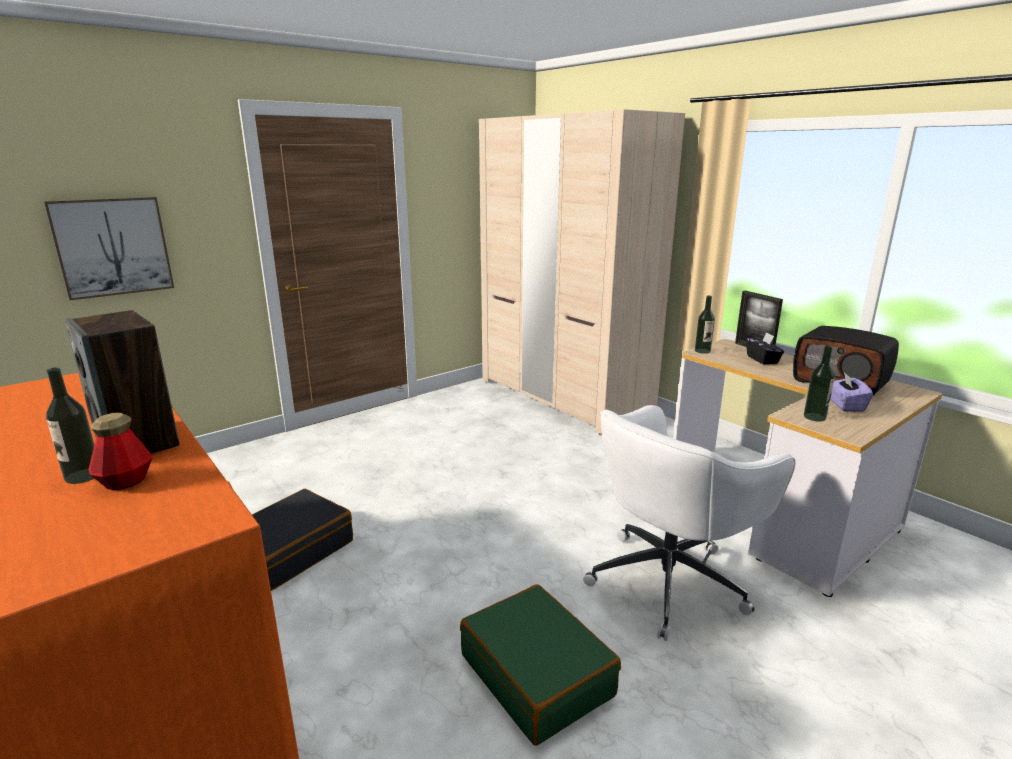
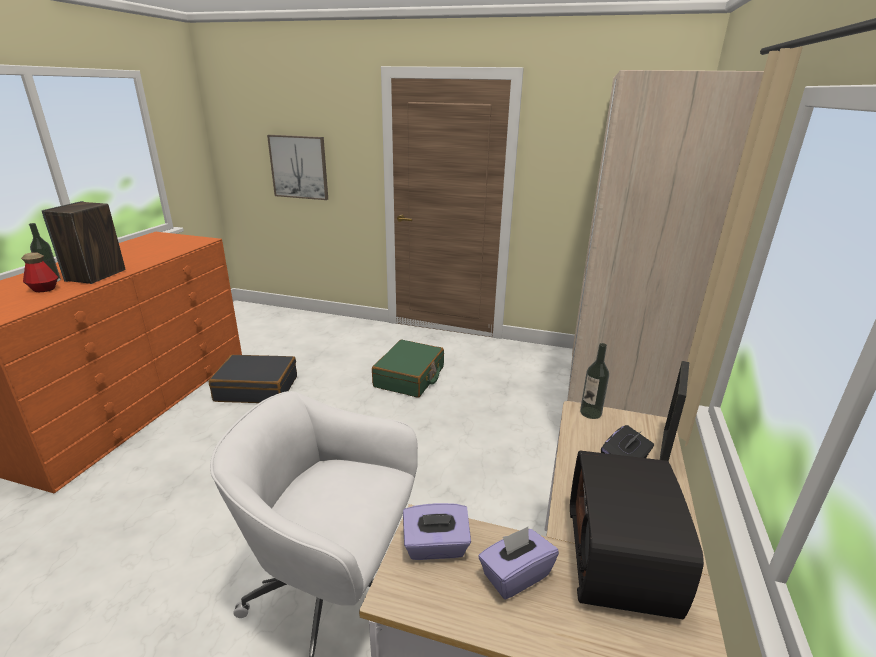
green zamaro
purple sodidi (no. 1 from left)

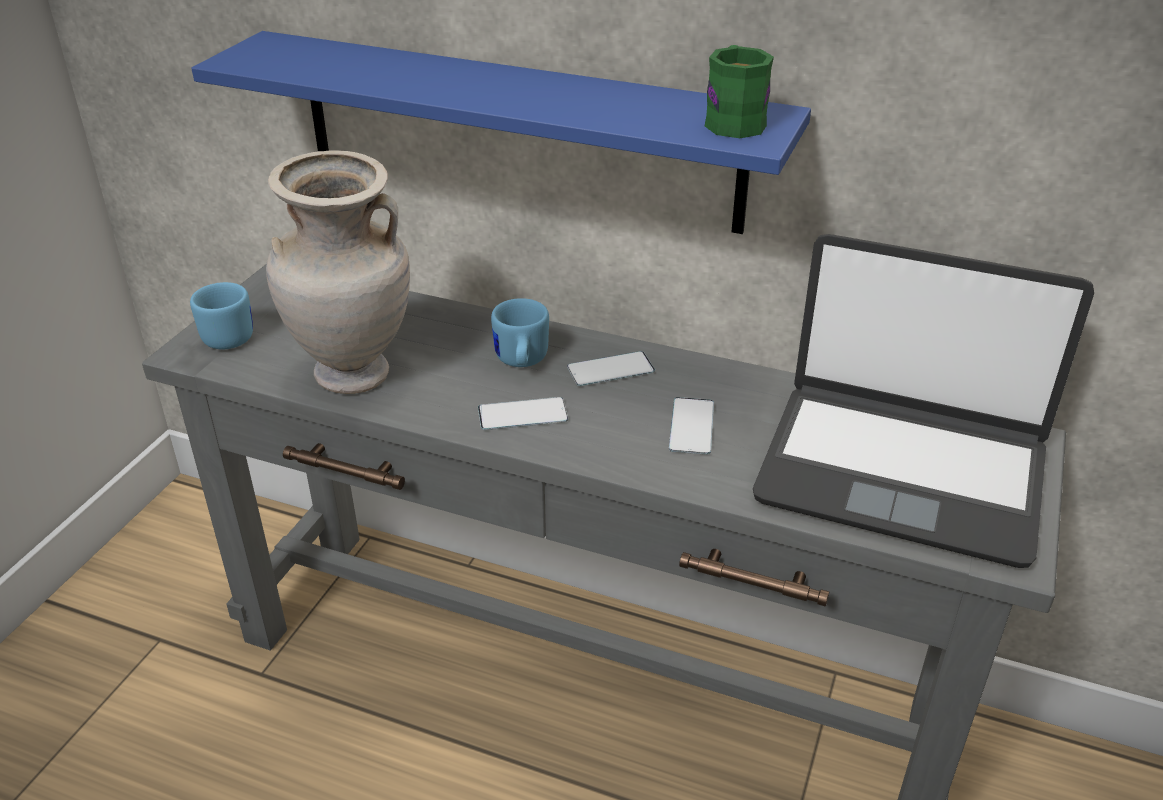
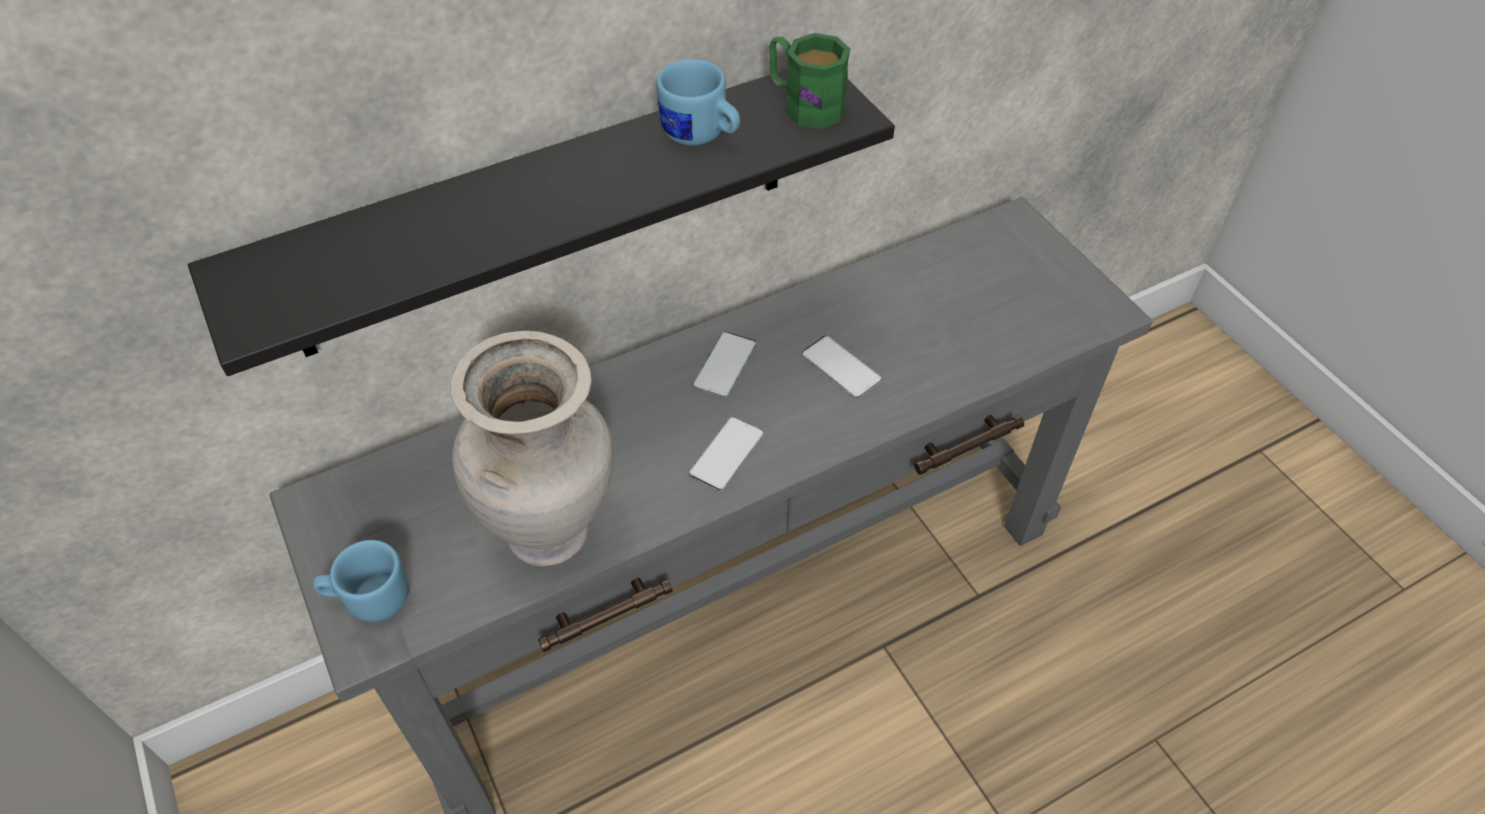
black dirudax
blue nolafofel (no. 2 from left)
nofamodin

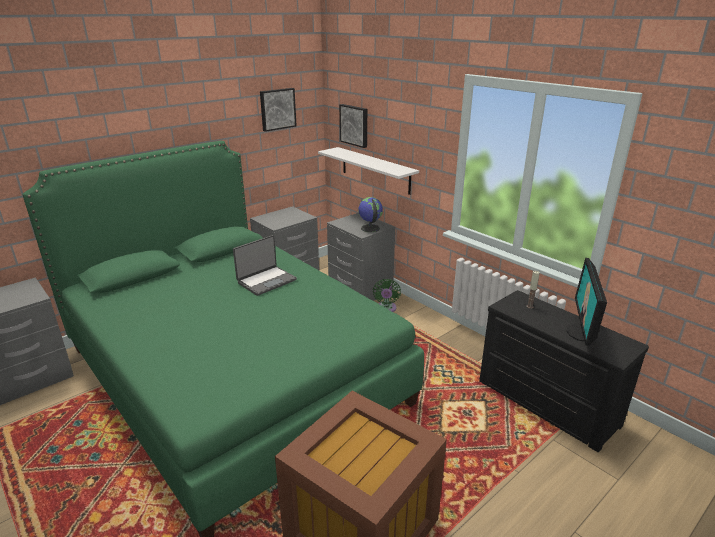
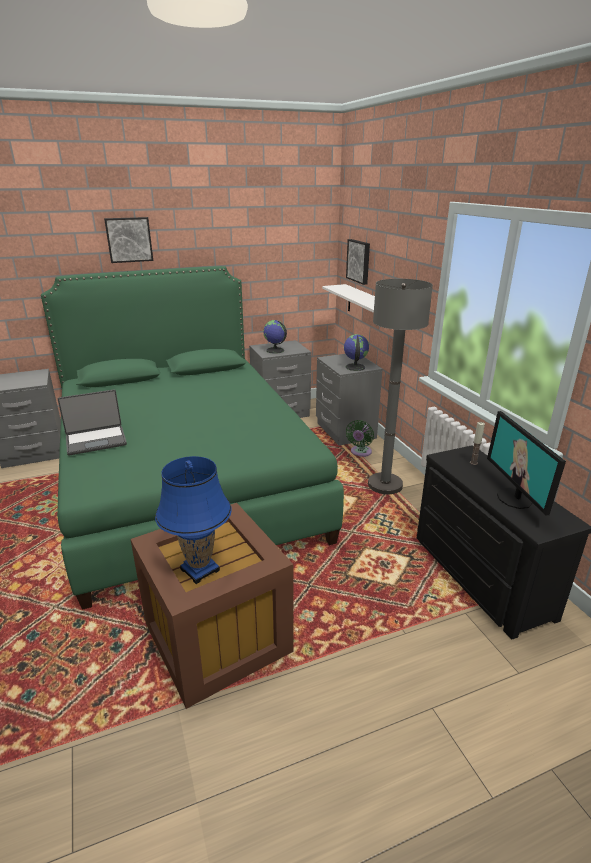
nofamodin
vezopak (no. 1 from left)
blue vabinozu
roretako (no. 1 from left)
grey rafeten
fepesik

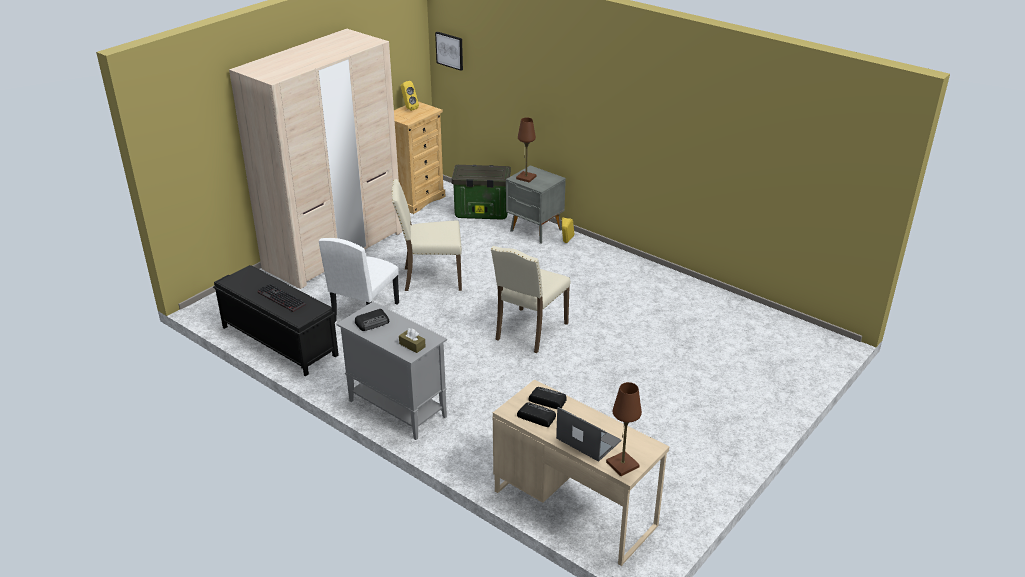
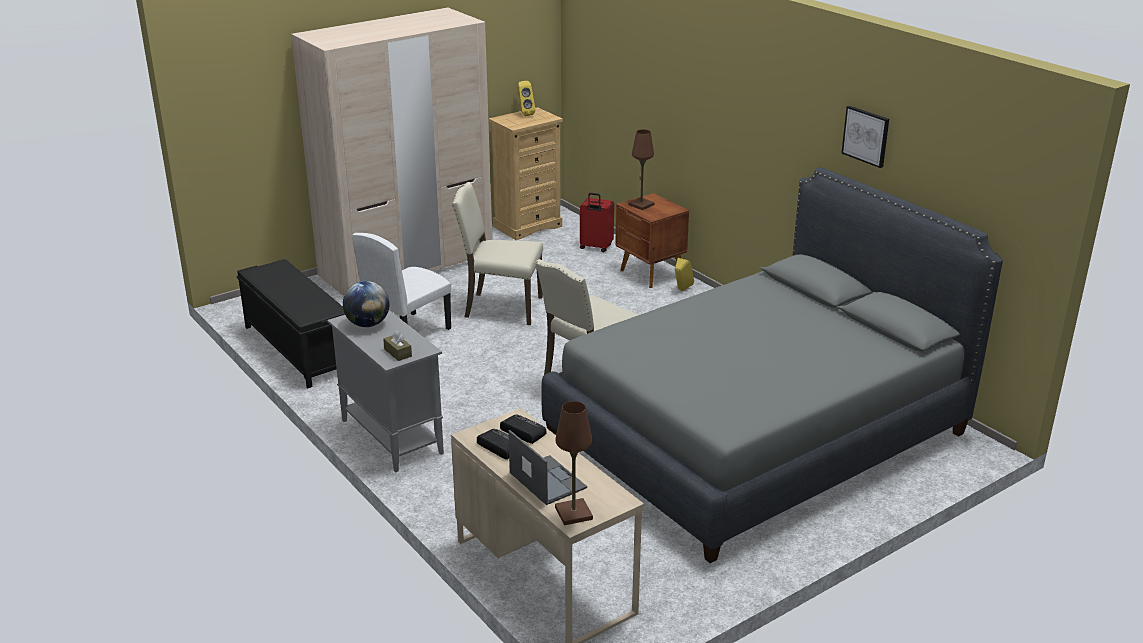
roretako
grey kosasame
red zamaro
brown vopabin
vezopak
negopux

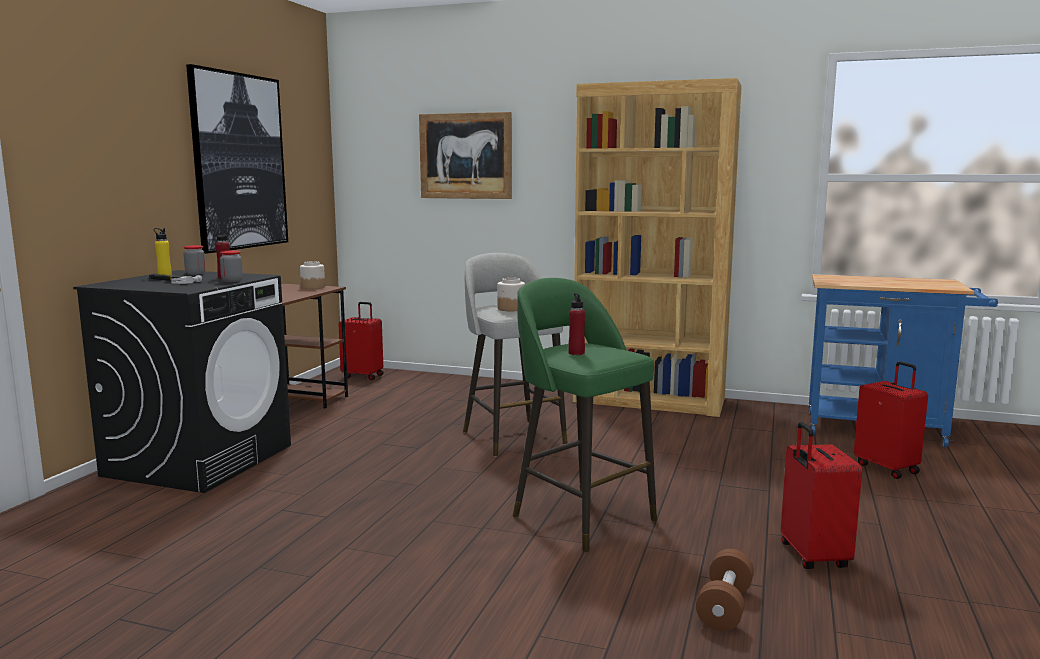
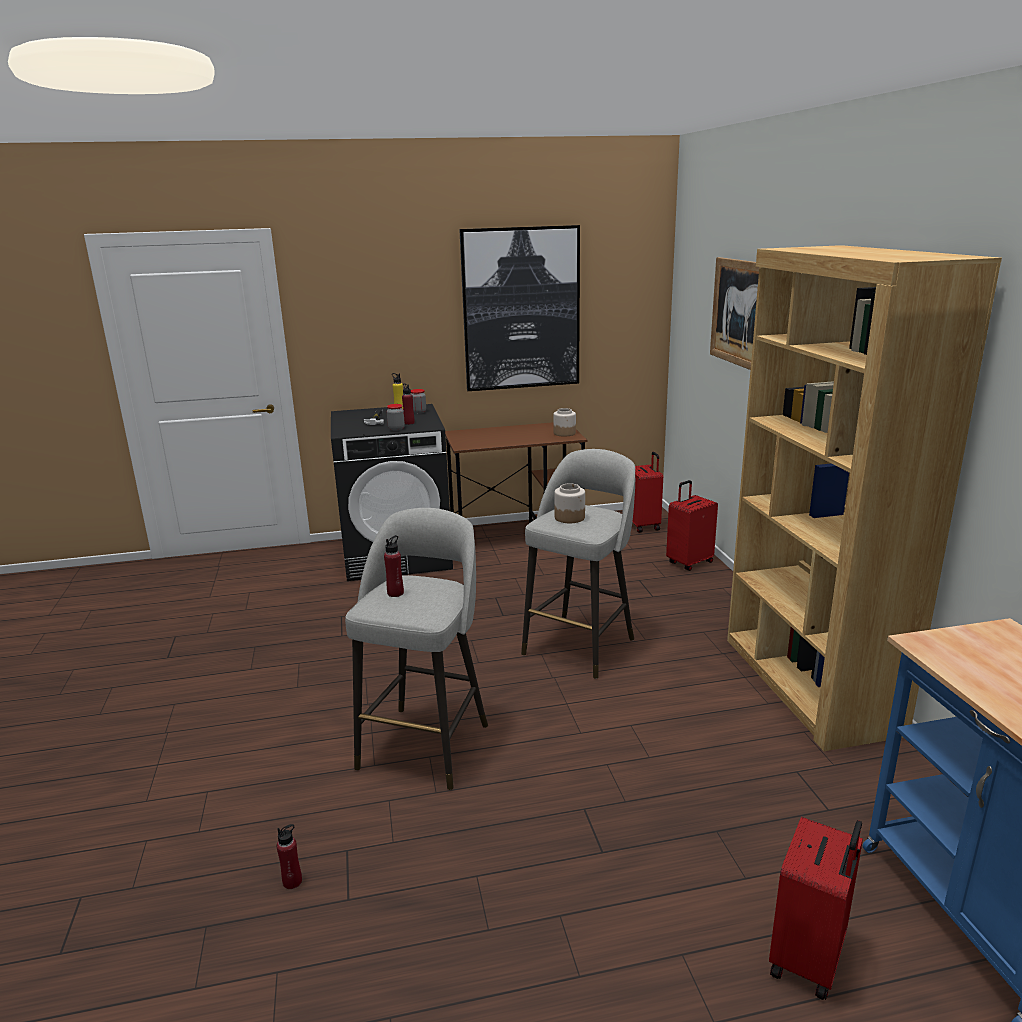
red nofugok (no. 1 from left)
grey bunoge (no. 1 from left)
red zamaro (no. 2 from left)

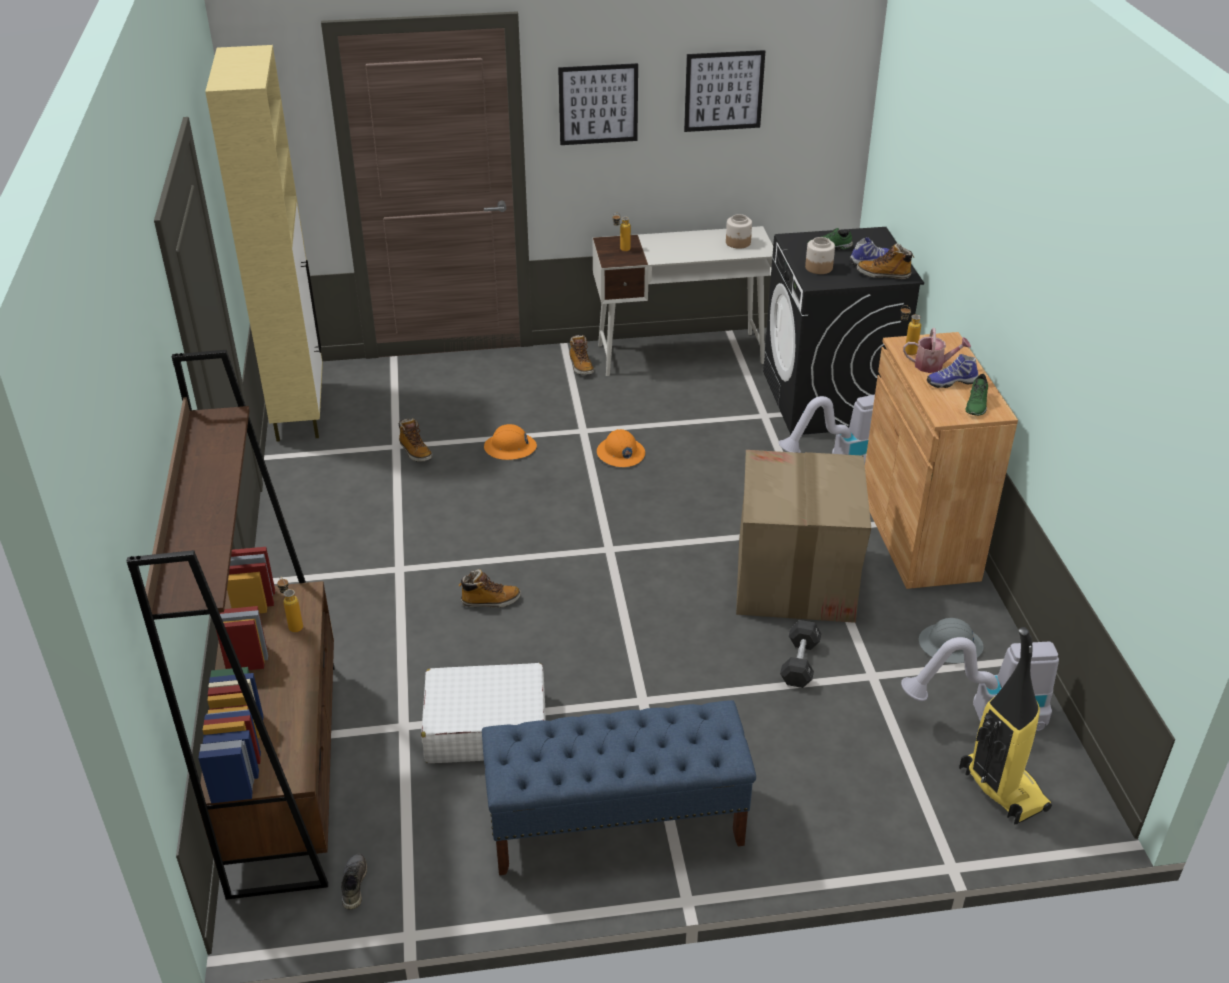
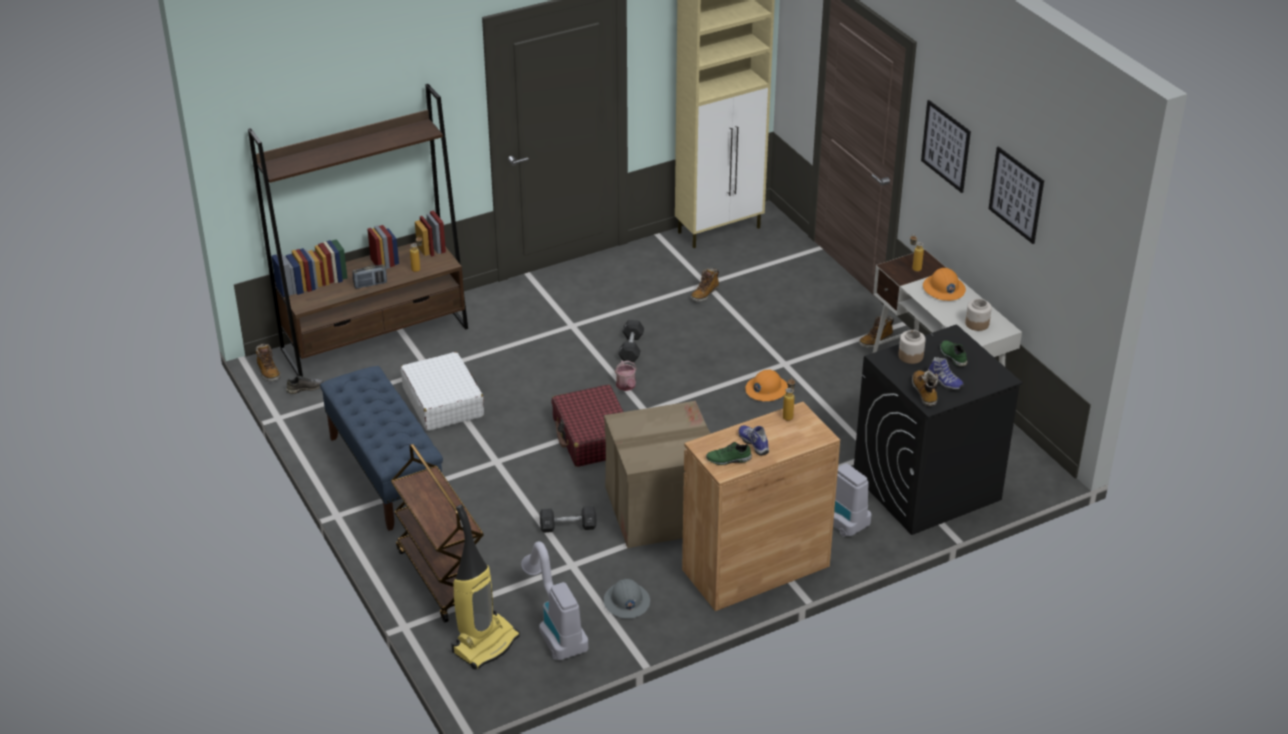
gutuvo (no. 1 from left)
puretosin
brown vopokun
red zamaro
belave
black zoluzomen (no. 2 from left)
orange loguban (no. 2 from left)

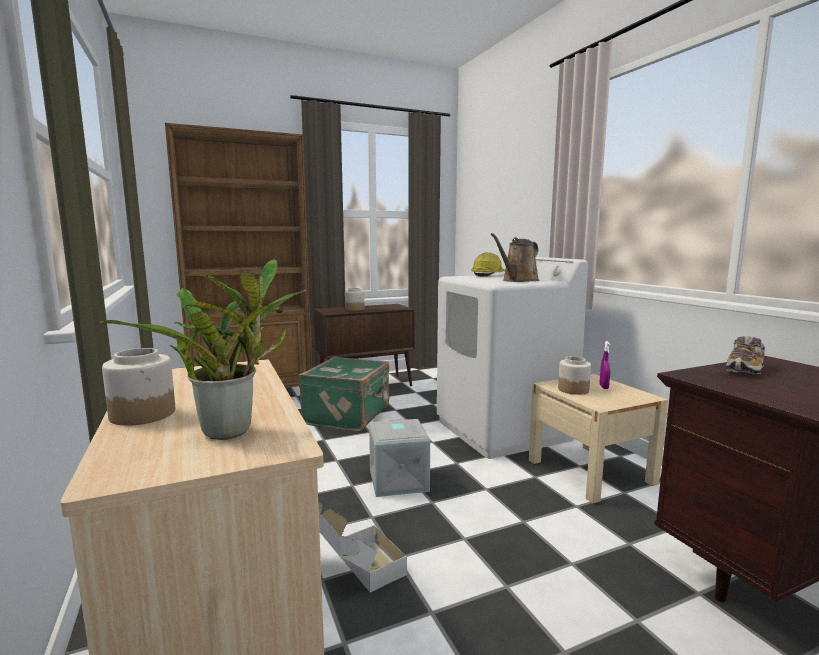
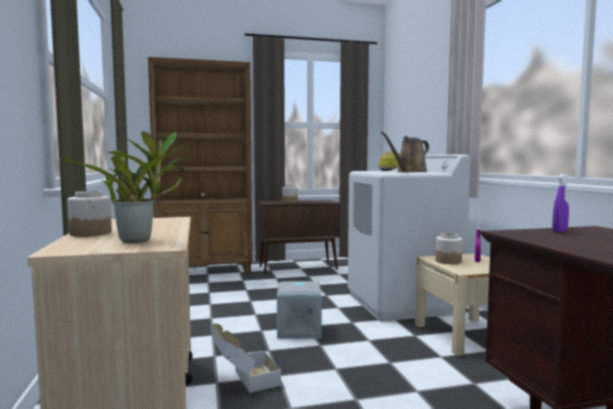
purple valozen (no. 2 from left)
green zamaro

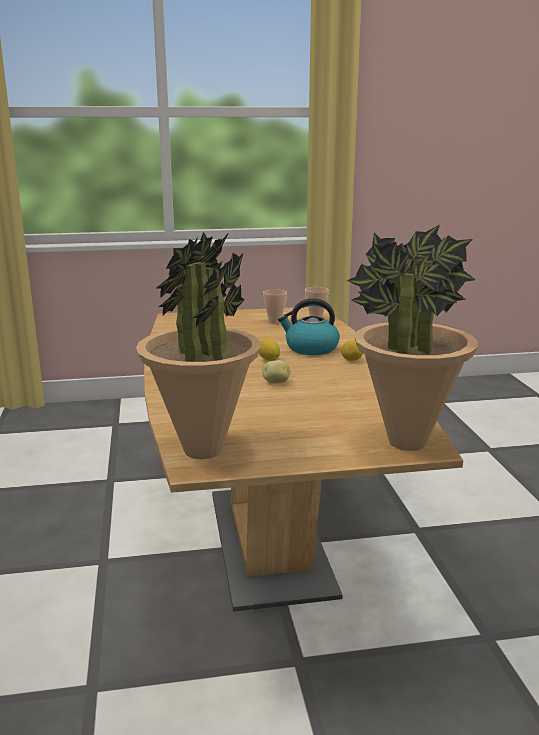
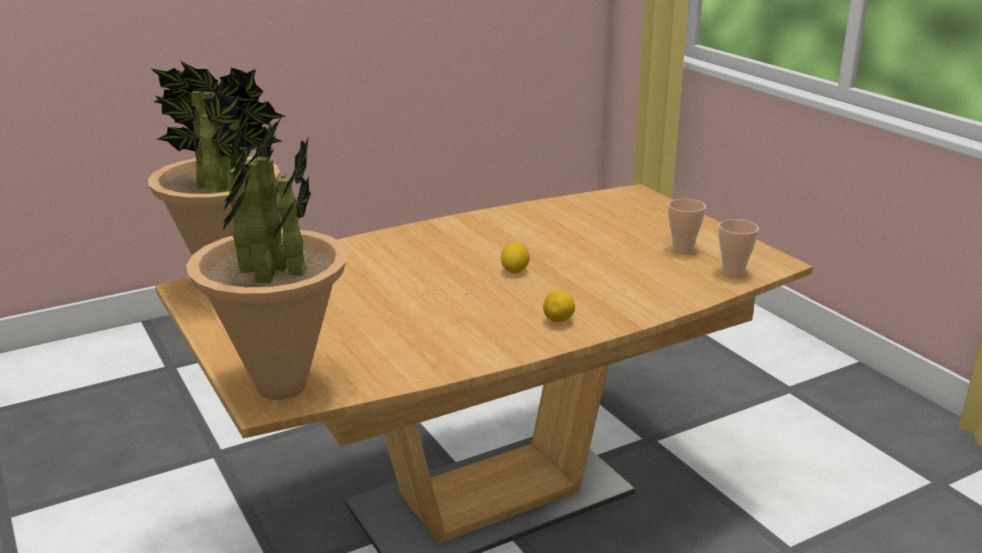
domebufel
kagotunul

